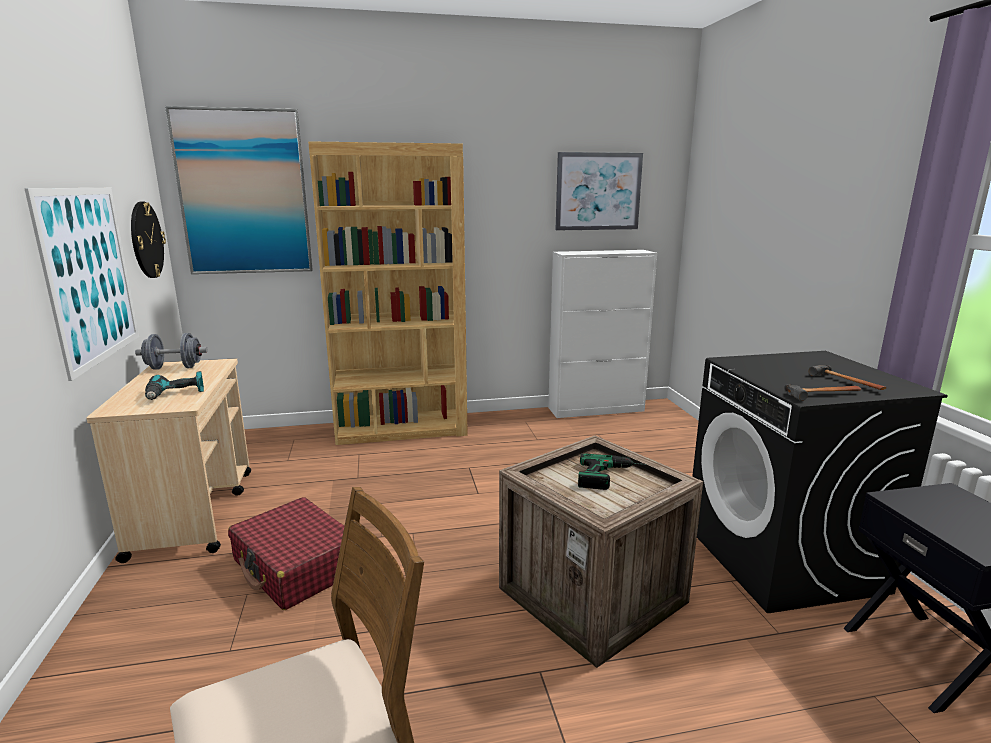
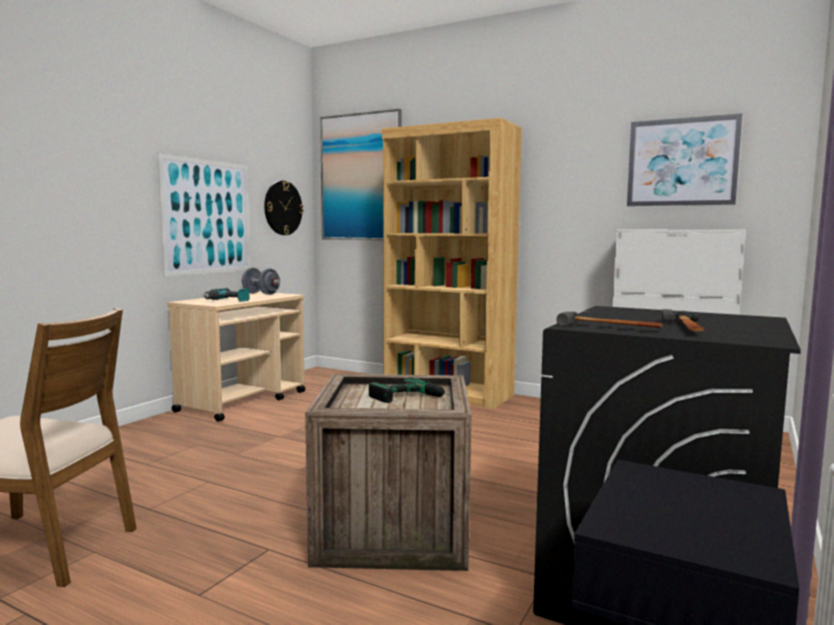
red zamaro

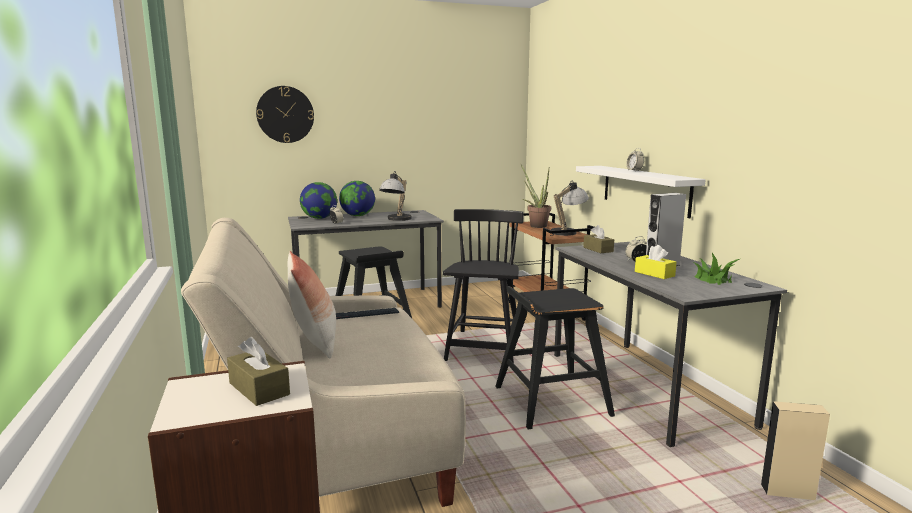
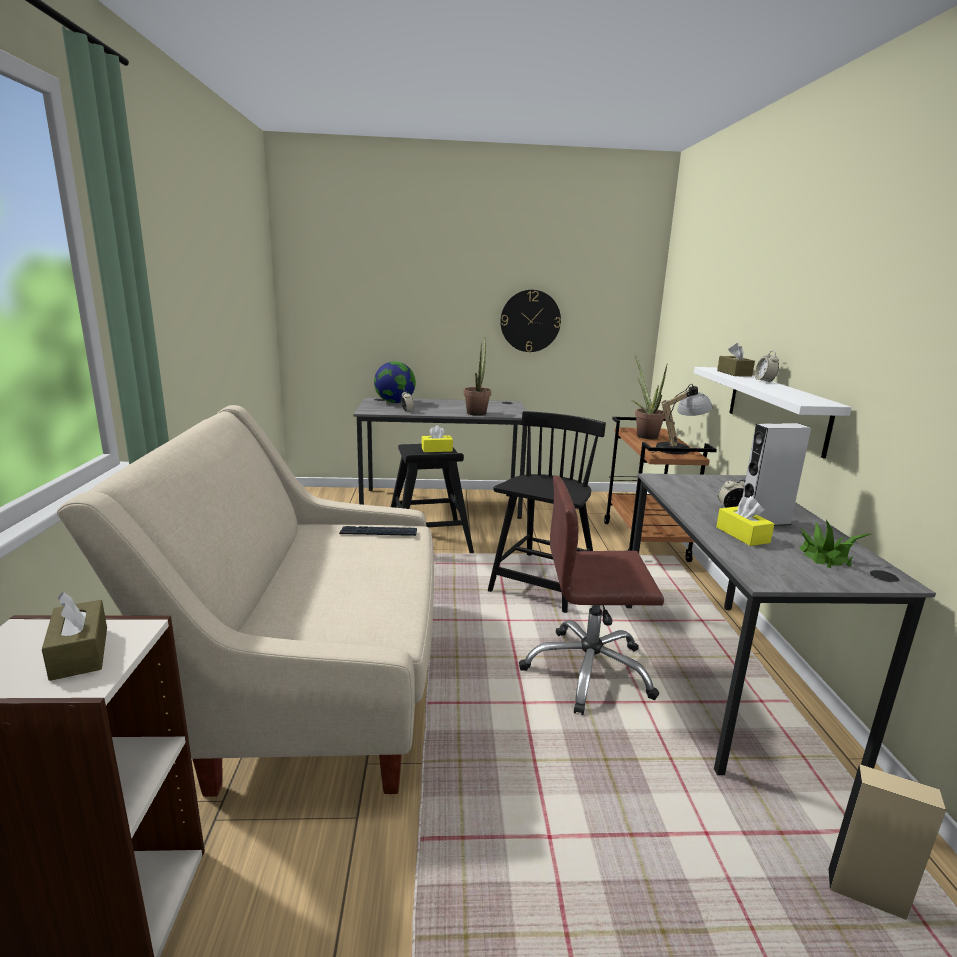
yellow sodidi (no. 1 from left)
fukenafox (no. 1 from left)
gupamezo
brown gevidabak
brown sodidi (no. 2 from left)
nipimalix
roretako (no. 2 from left in the first image)

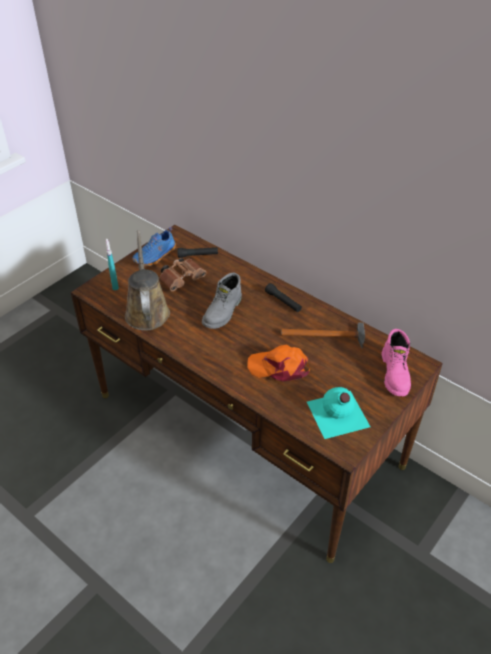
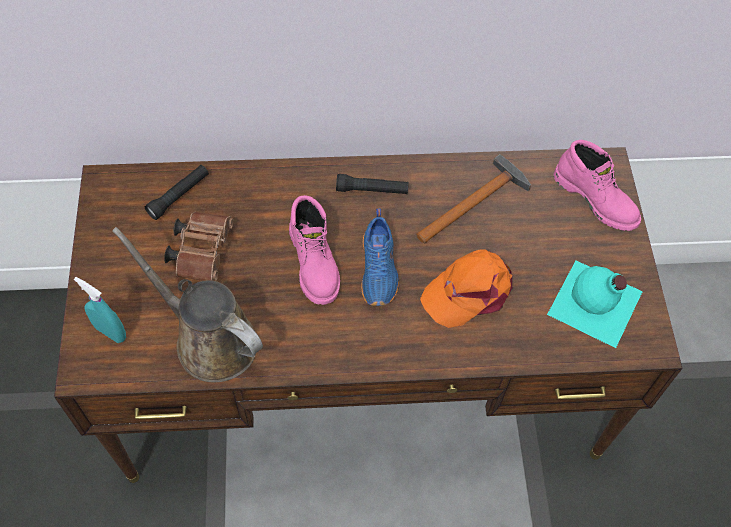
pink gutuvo (no. 1 from left)
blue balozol

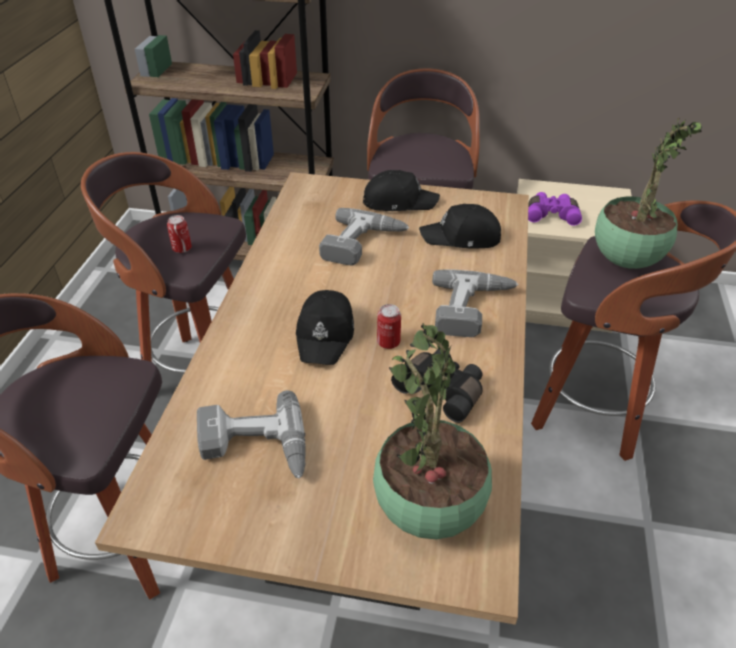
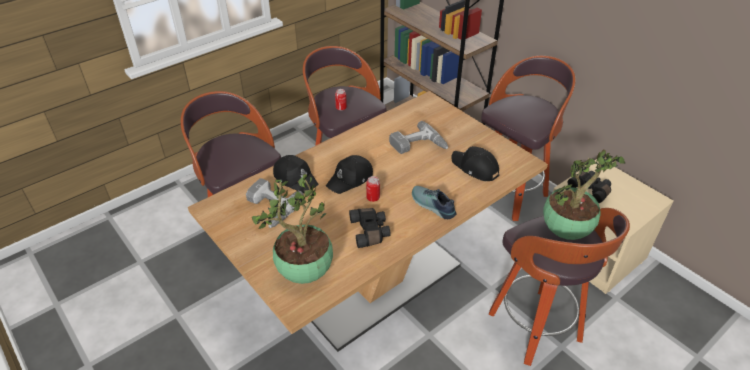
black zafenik (no. 1 from left)
balozol
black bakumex (no. 2 from left)

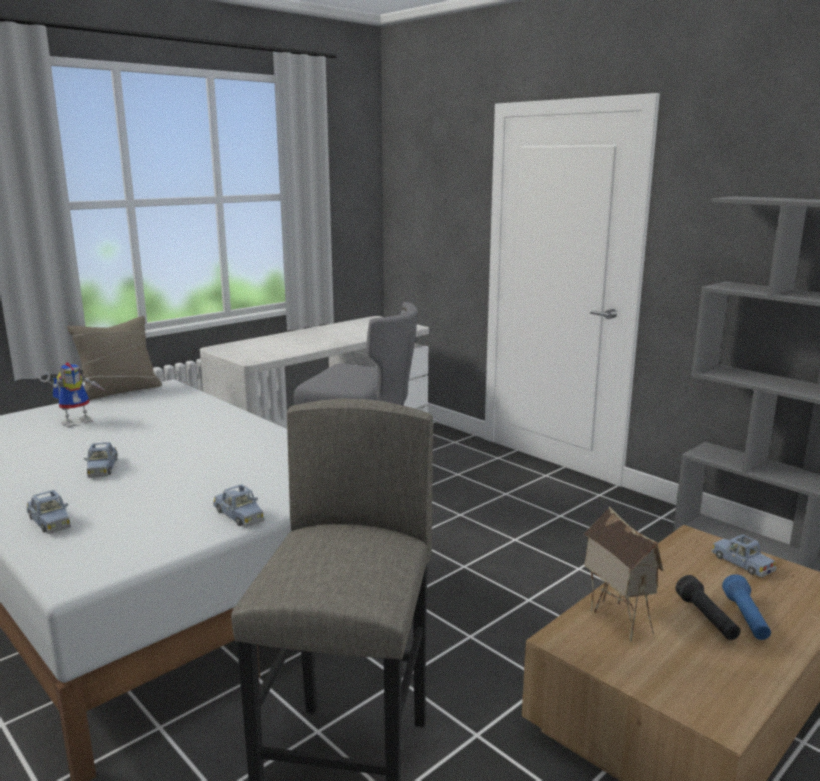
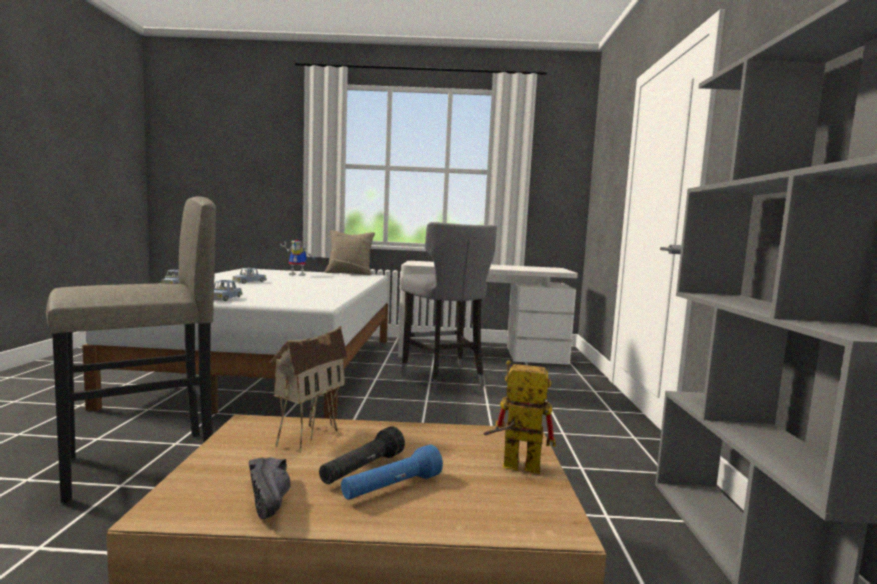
black balozol
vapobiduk (no. 2 from left)

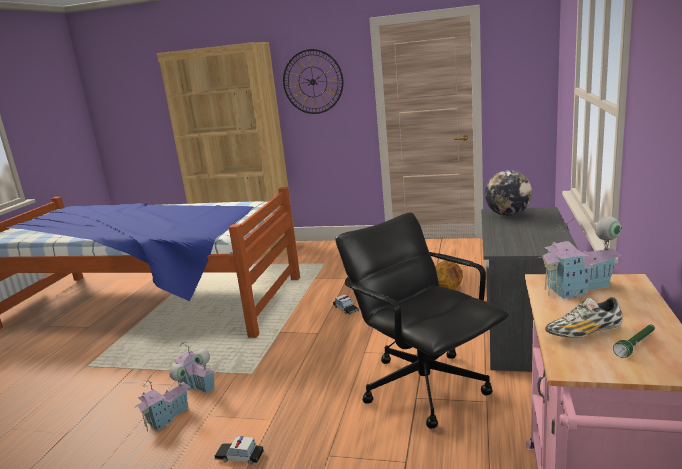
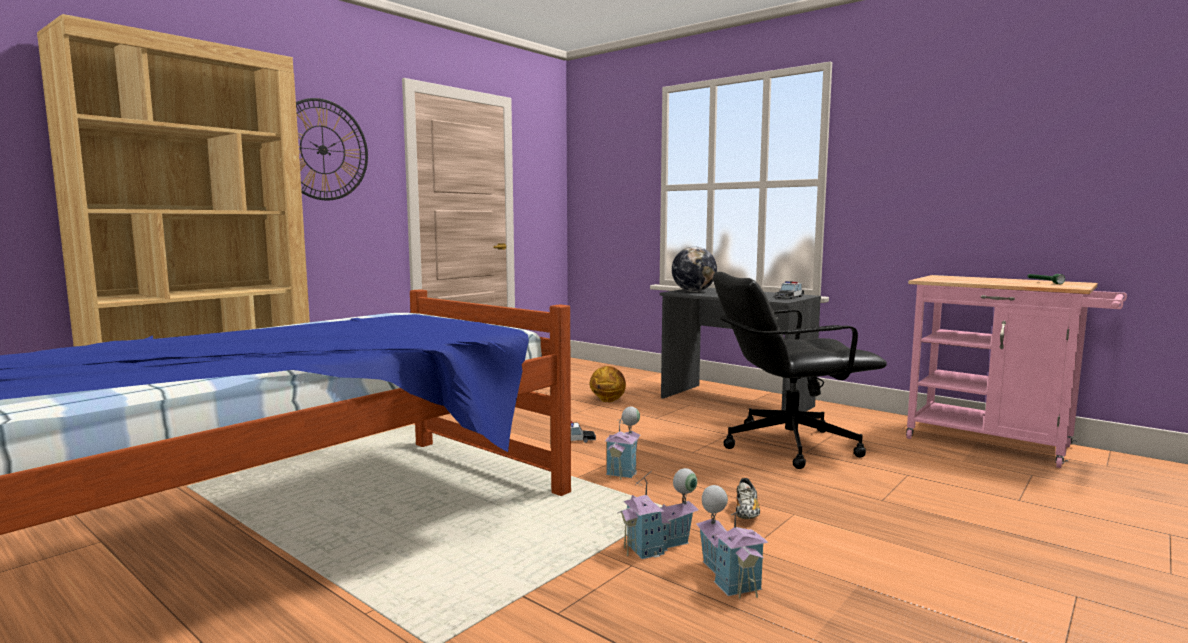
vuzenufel (no. 1 from left)
balozol
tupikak (no. 2 from left)

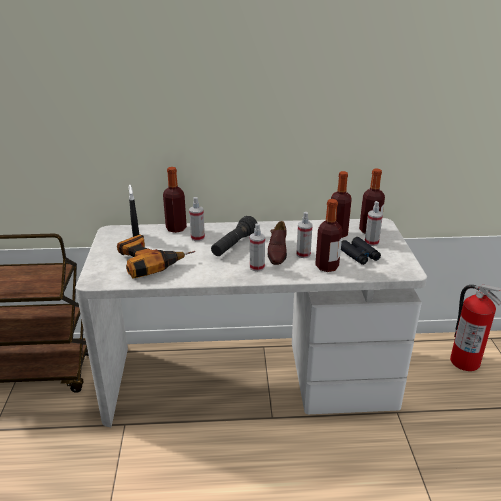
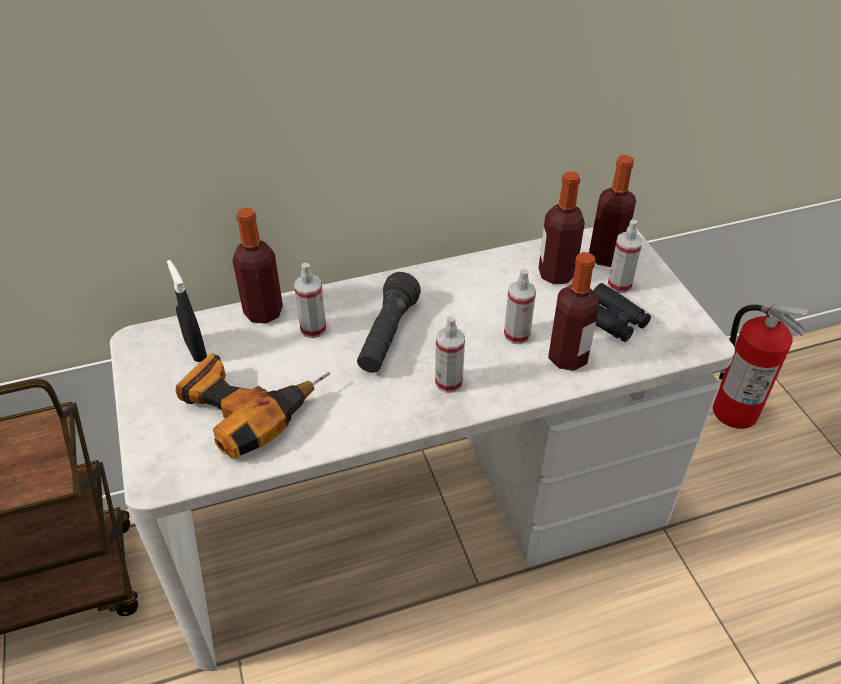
brown balozol

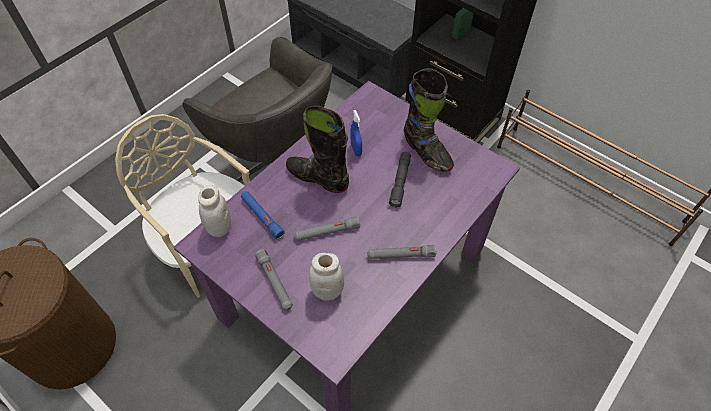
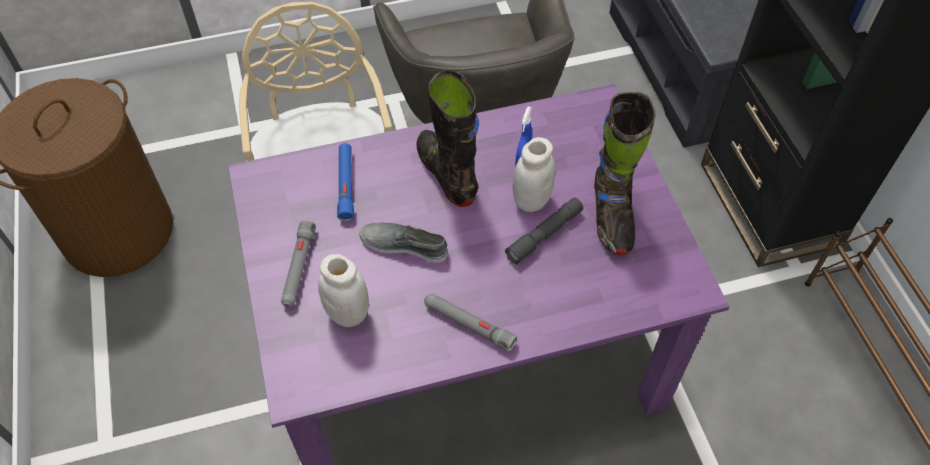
grey balozol
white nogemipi (no. 2 from left)

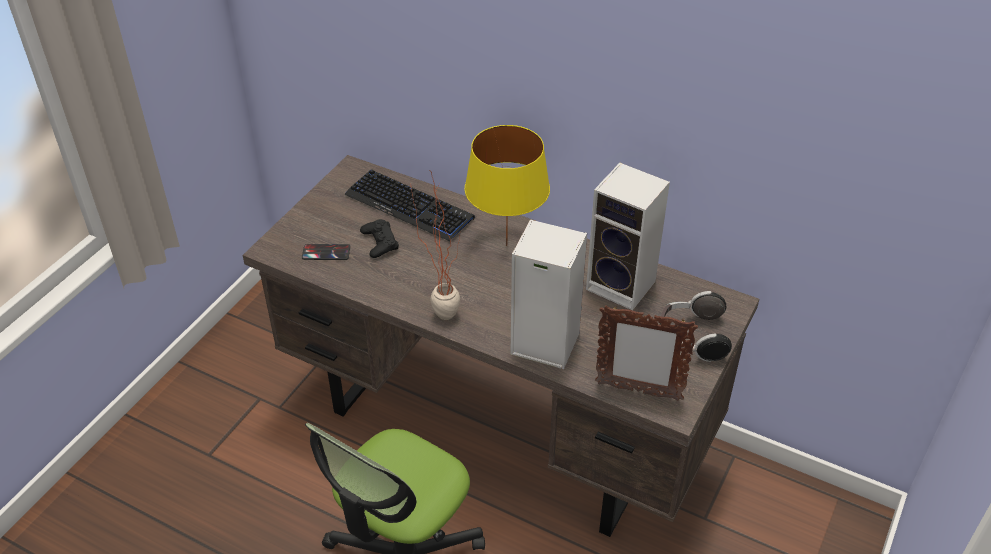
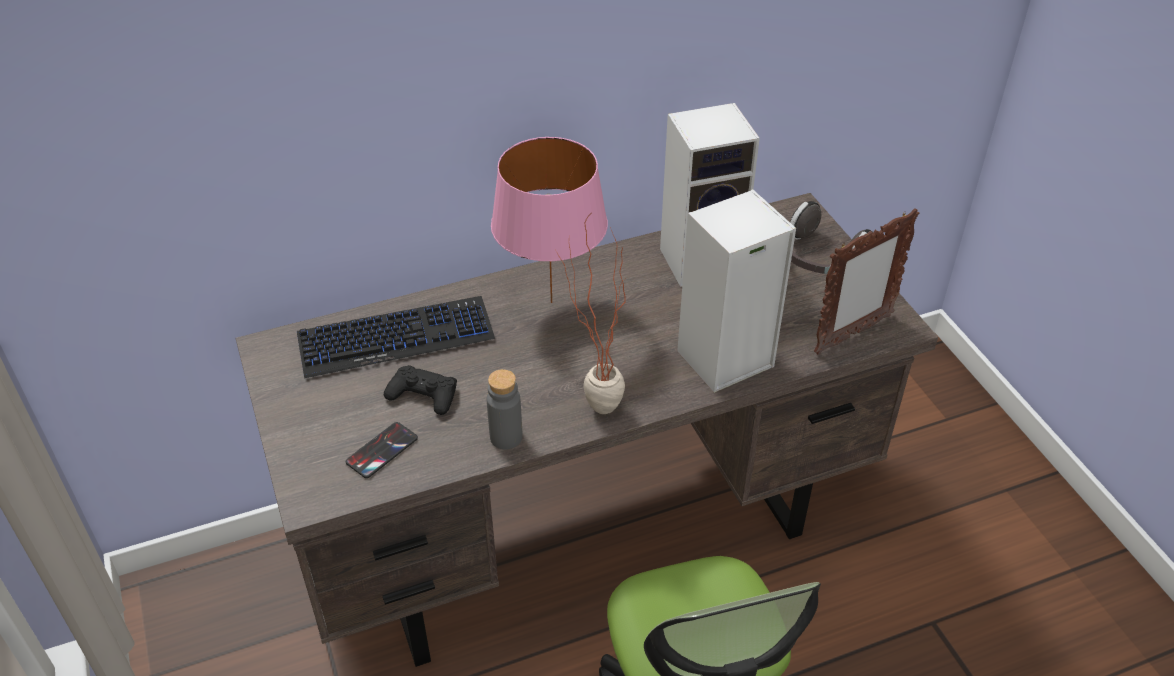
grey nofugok
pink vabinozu

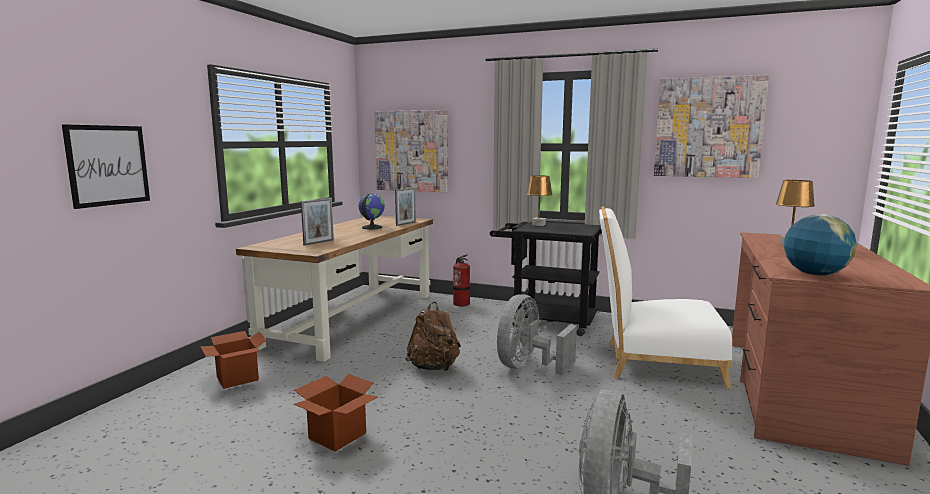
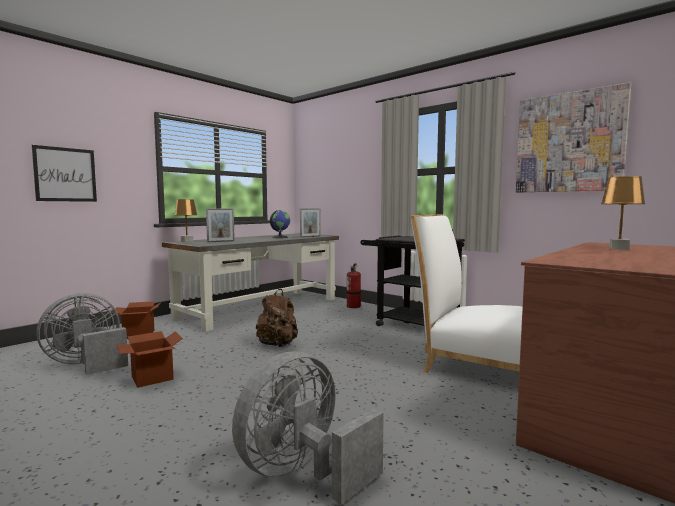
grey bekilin (no. 1 from left)
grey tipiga
brown vabinozu (no. 1 from left)
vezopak (no. 2 from left in the first image)
roretako (no. 2 from left in the first image)

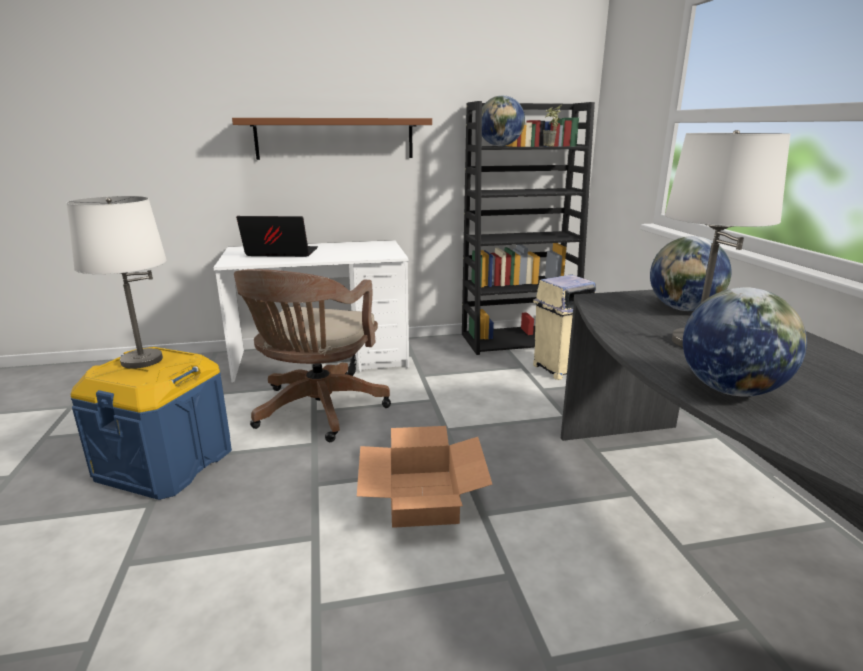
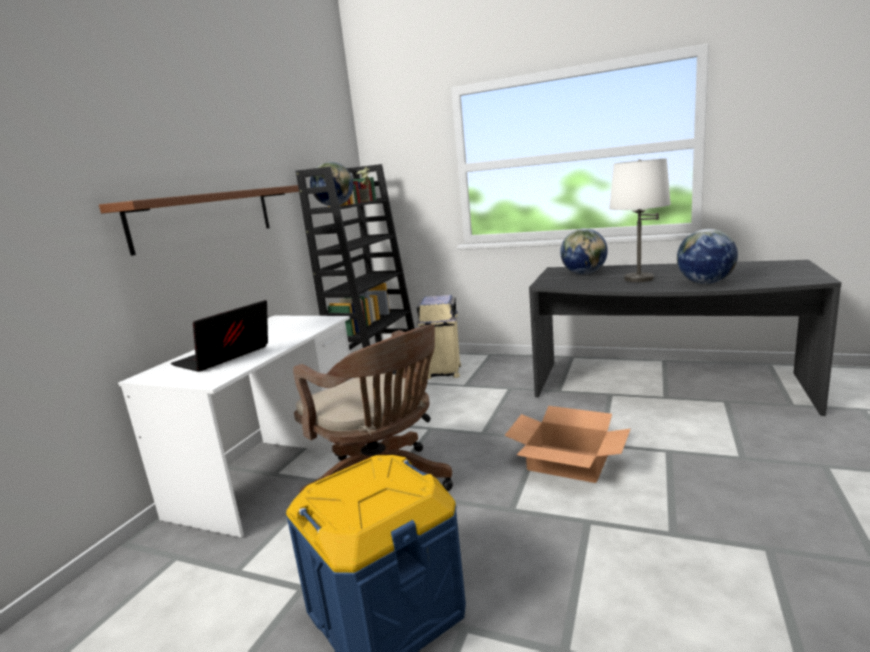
white vabinozu (no. 1 from left in the first image)

